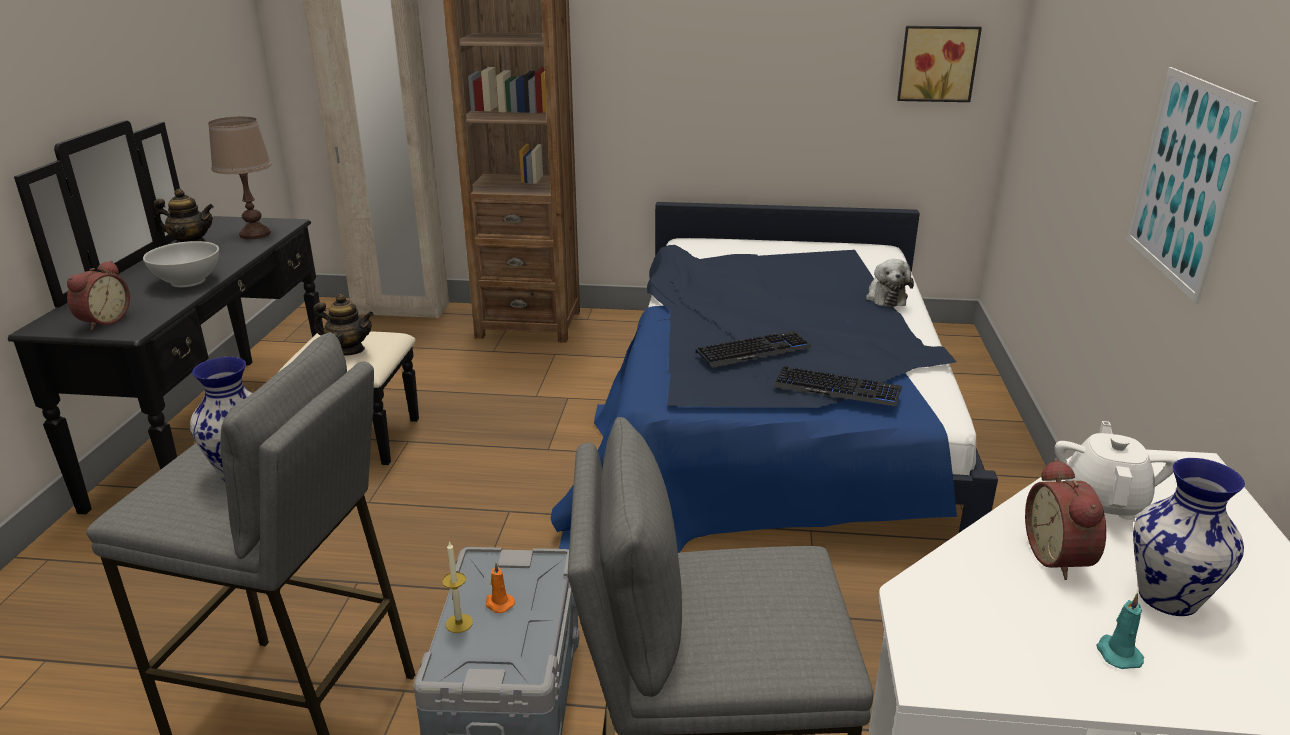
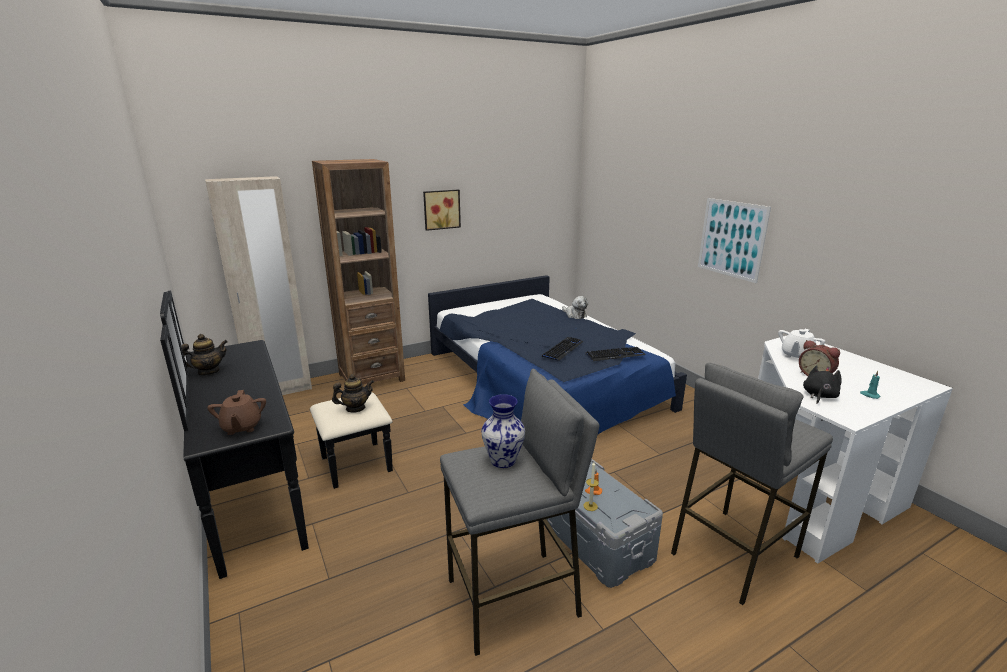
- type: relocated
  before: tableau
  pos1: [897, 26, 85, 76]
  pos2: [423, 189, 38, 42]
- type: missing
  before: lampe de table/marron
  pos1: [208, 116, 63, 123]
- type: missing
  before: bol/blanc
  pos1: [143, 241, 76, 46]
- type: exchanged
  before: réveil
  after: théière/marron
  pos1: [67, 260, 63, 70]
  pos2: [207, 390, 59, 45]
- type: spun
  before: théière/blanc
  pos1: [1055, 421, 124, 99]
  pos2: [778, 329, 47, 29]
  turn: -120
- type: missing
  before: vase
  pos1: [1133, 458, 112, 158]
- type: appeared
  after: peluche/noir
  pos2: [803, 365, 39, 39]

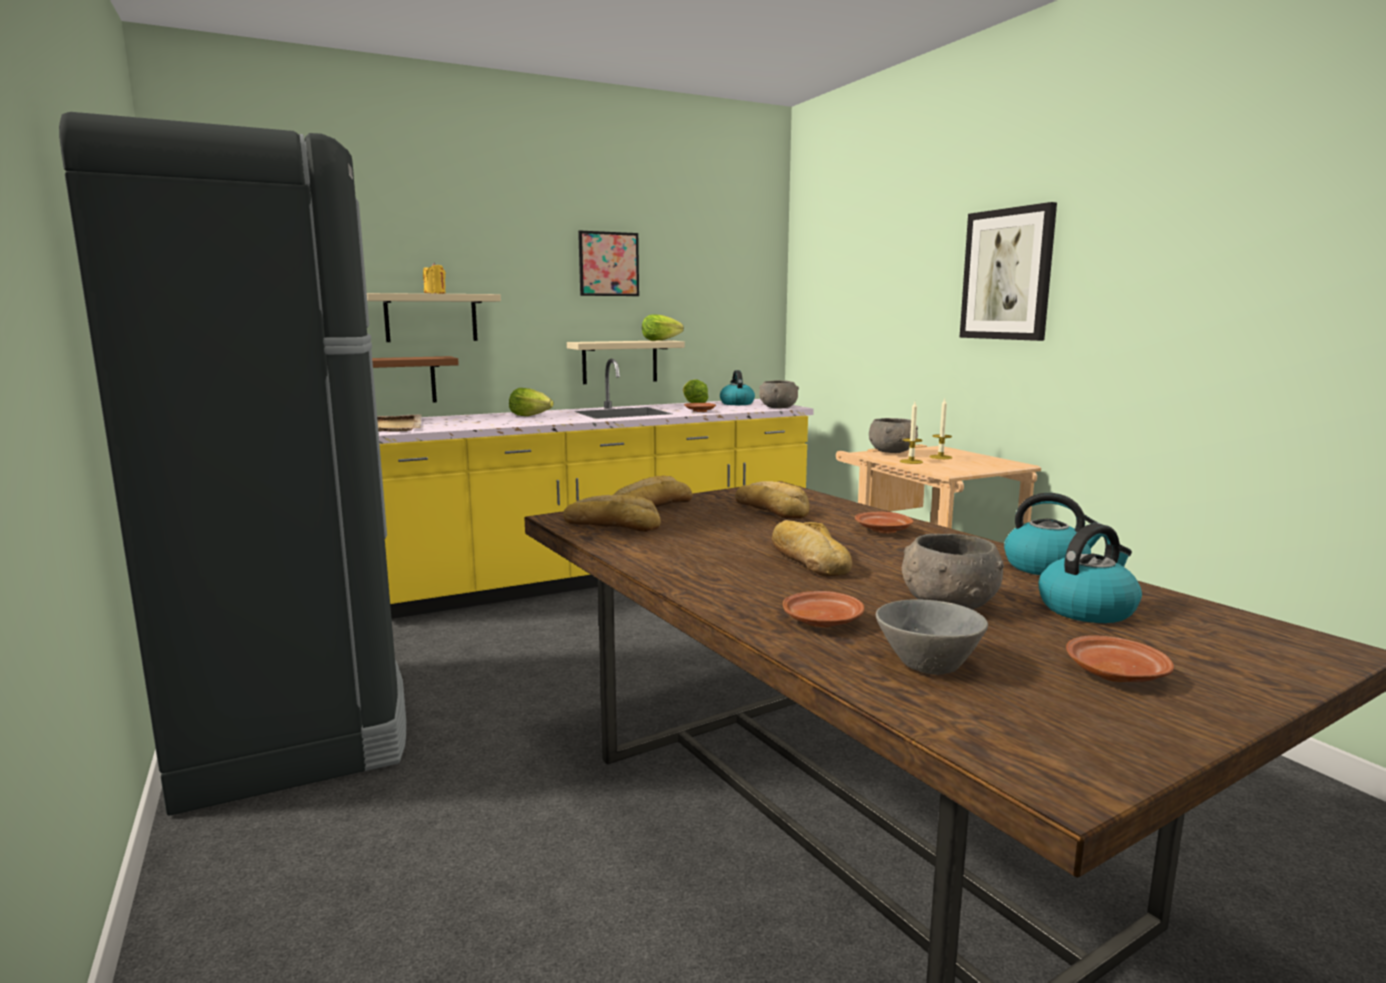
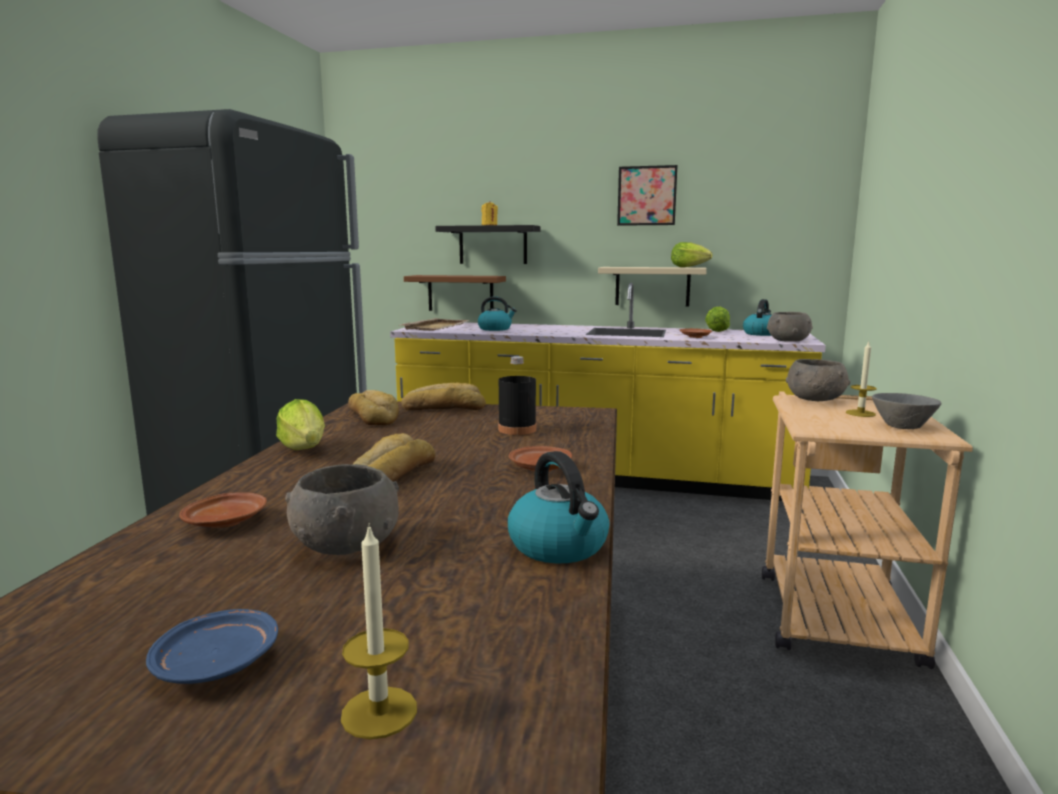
- type: missing
  before: tableau
  pos1: [959, 202, 98, 139]
- type: colour
  before: étagère/beige
  after: étagère/noir
  pos1: [367, 293, 134, 49]
  pos2: [435, 225, 105, 39]
- type: relocated
  before: laitue
  pos1: [509, 388, 45, 28]
  pos2: [276, 399, 49, 51]
- type: relocated
  before: bougie
  pos1: [900, 402, 23, 62]
  pos2: [341, 523, 76, 216]
- type: exchanged
  before: pain
  after: bouteille/noir
  pos1: [735, 481, 75, 38]
  pos2: [498, 356, 39, 79]
- type: relocated
  before: bouilloire
  pos1: [1039, 523, 103, 100]
  pos2: [478, 296, 39, 35]
- type: relocated
  before: bol/gris
  pos1: [876, 599, 112, 76]
  pos2: [872, 393, 70, 36]
- type: colour
  before: assiette/marron
  after: assiette/bleu
  pos1: [1066, 635, 108, 47]
  pos2: [146, 609, 132, 75]

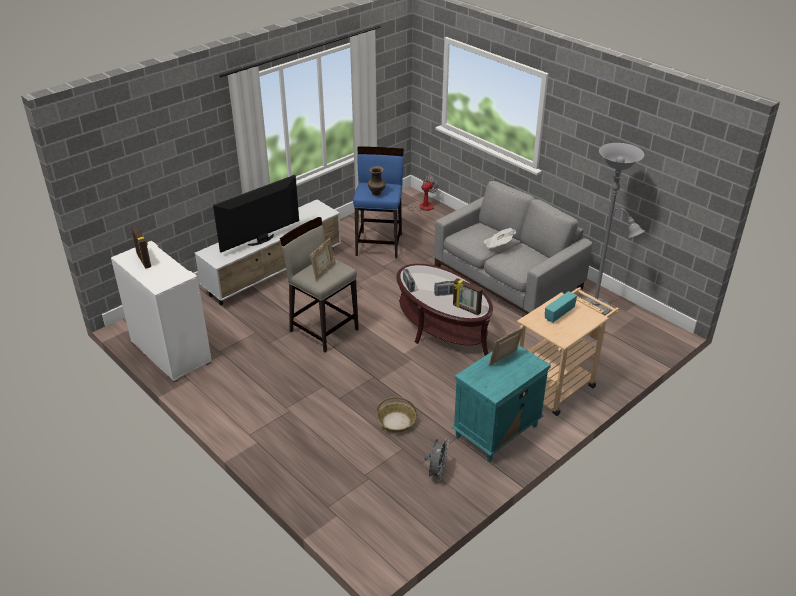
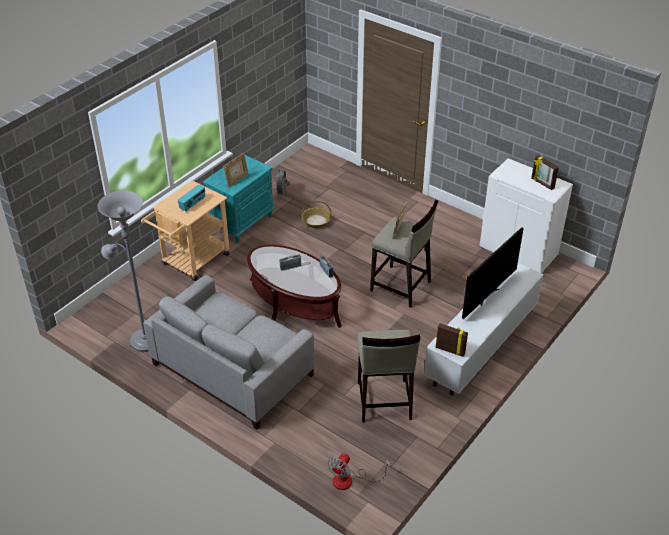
- type: colour
  before: tabouret/bleu
  after: tabouret/beige
  pos1: [353, 147, 51, 111]
  pos2: [357, 330, 63, 93]
- type: missing
  before: vase/marron
  pos1: [368, 166, 18, 30]
- type: missing
  before: journal
  pos1: [484, 228, 32, 21]
- type: relocated
  before: cadre photo
  pos1: [453, 278, 30, 37]
  pos2: [436, 323, 32, 34]

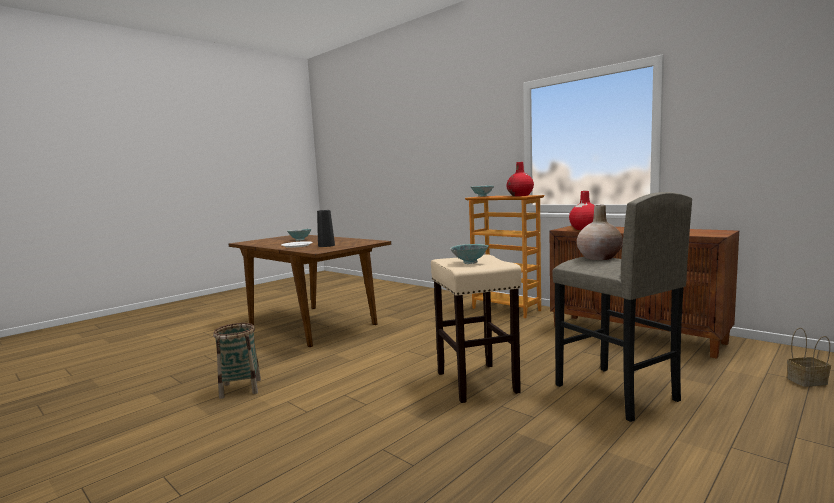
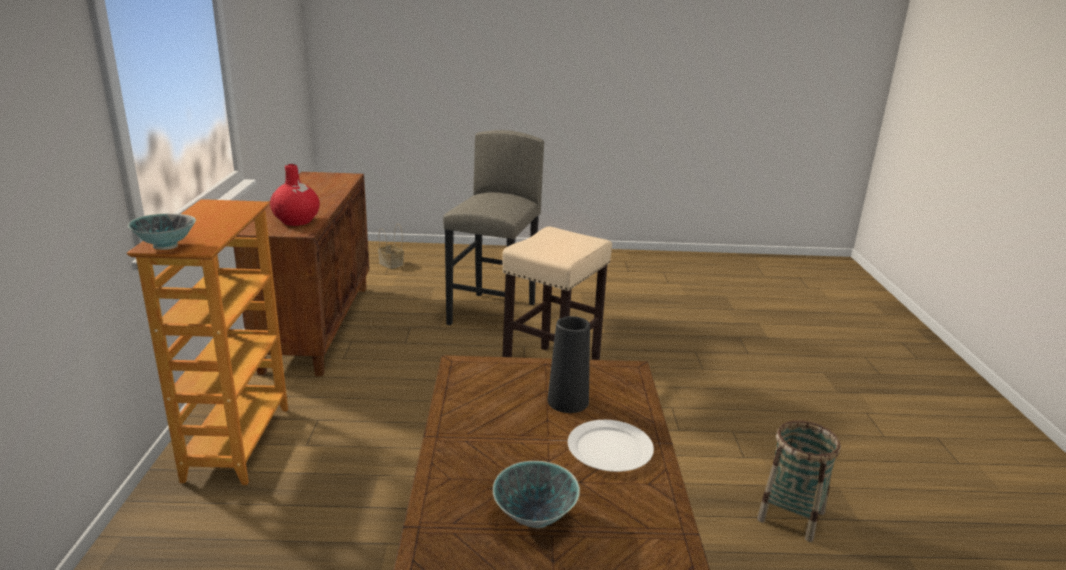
- type: missing
  before: vase/rouge
  pos1: [506, 162, 28, 34]
- type: missing
  before: vase/beige
  pos1: [577, 205, 46, 55]
- type: missing
  before: bol
  pos1: [450, 244, 39, 20]

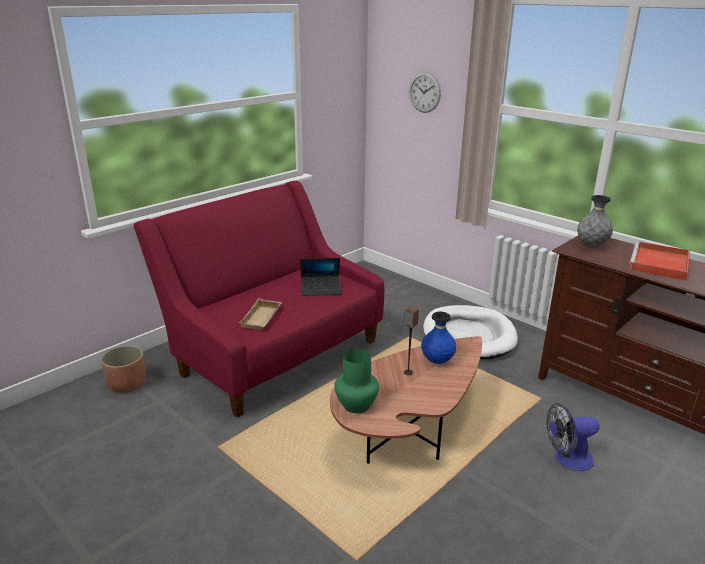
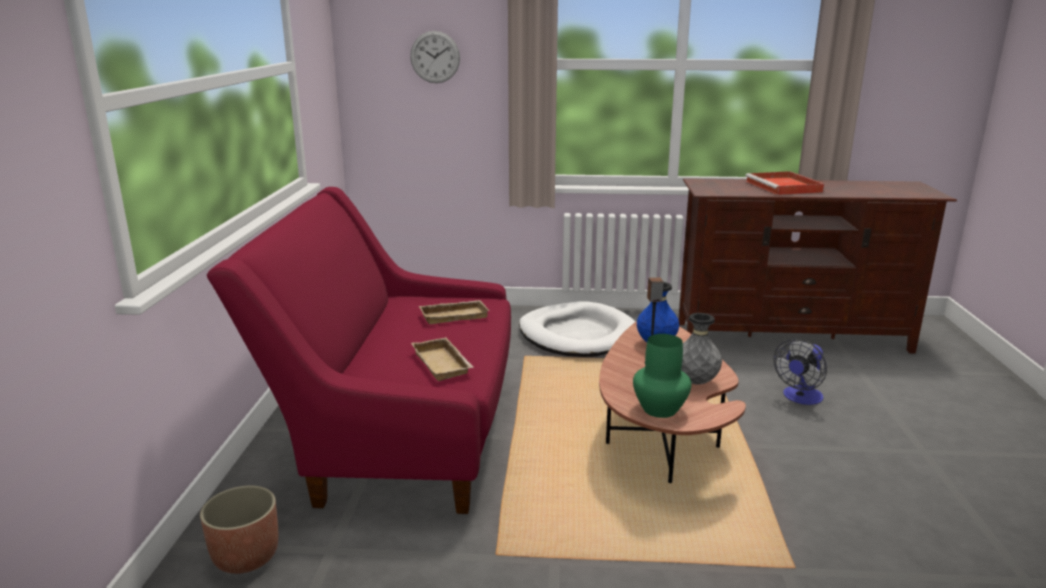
- type: relocated
  before: vase/gris
  pos1: [577, 195, 36, 52]
  pos2: [681, 313, 41, 72]
- type: exchanged
  before: ordinateur portable
  after: plateau/beige
  pos1: [301, 258, 40, 38]
  pos2: [419, 300, 71, 24]

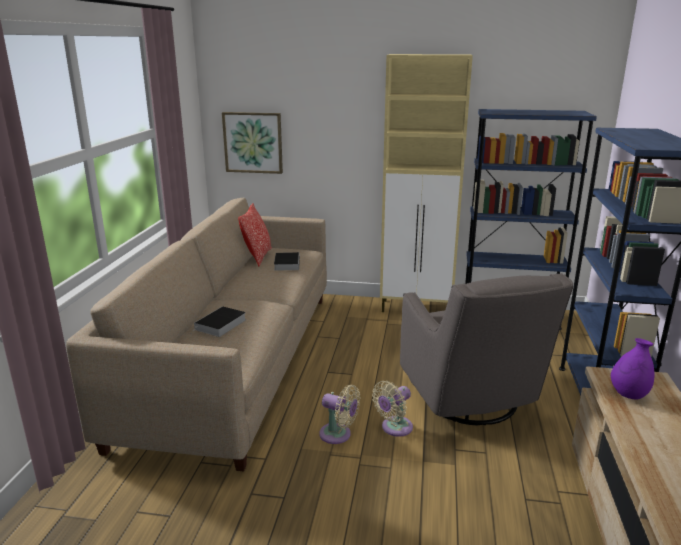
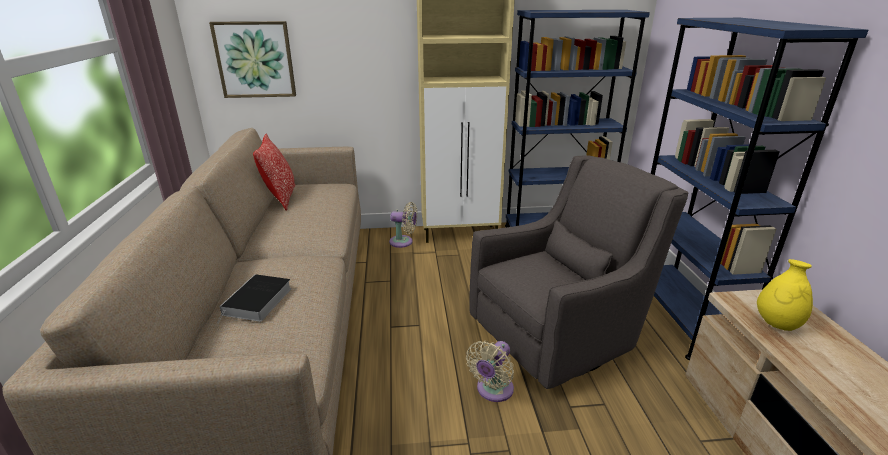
- type: missing
  before: livre
  pos1: [274, 252, 26, 19]
- type: spun
  before: fauteuil/gris
  pos1: [400, 273, 173, 152]
  pos2: [469, 156, 219, 233]
  turn: -90
- type: colour
  before: vase/violet
  after: vase/jaune
  pos1: [611, 338, 43, 62]
  pos2: [757, 259, 56, 72]
- type: relocated
  before: ventilateur/beige
  pos1: [319, 385, 41, 59]
  pos2: [389, 202, 28, 46]

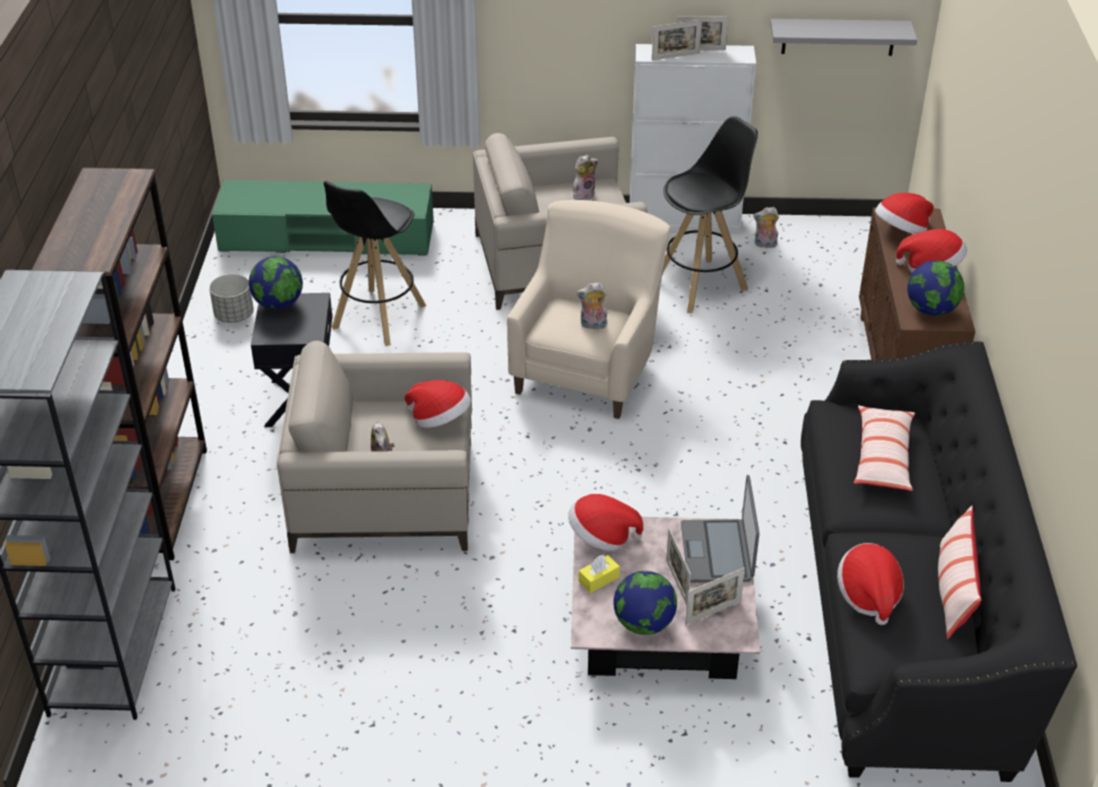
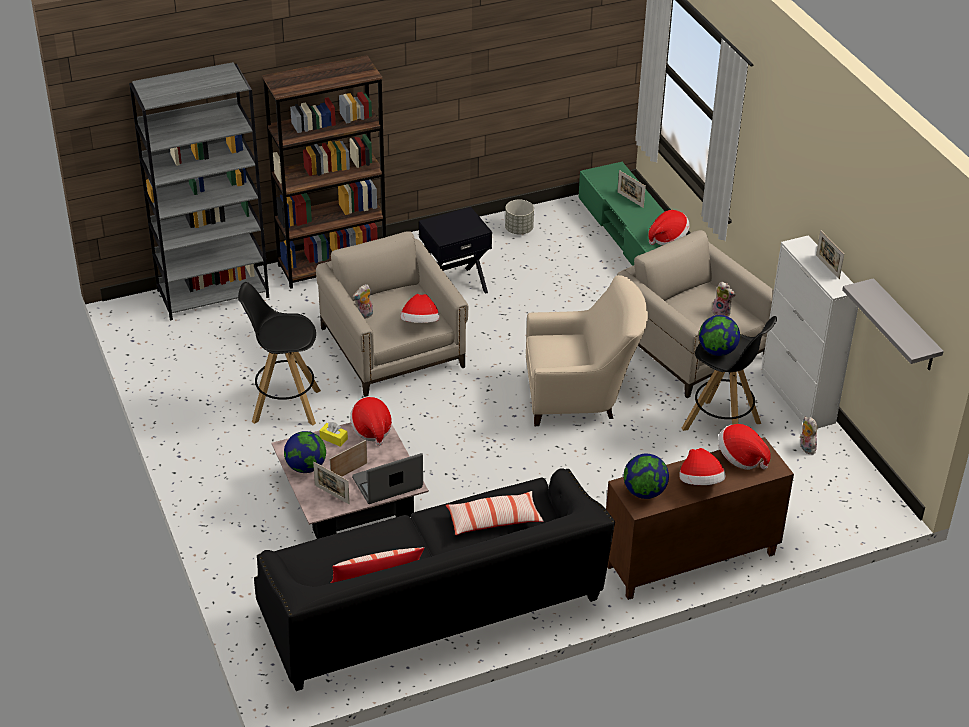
- type: relocated
  before: cadre photo
  pos1: [652, 20, 50, 41]
  pos2: [617, 170, 29, 38]
- type: relocated
  before: tabouret/noir
  pos1: [324, 181, 102, 165]
  pos2: [238, 282, 83, 144]
- type: relocated
  before: globe
  pos1: [249, 256, 54, 54]
  pos2: [699, 315, 41, 41]
- type: missing
  before: peluche
  pos1: [576, 283, 31, 46]
- type: relocated
  before: chapeau
  pos1: [837, 543, 67, 82]
  pos2: [648, 210, 42, 35]

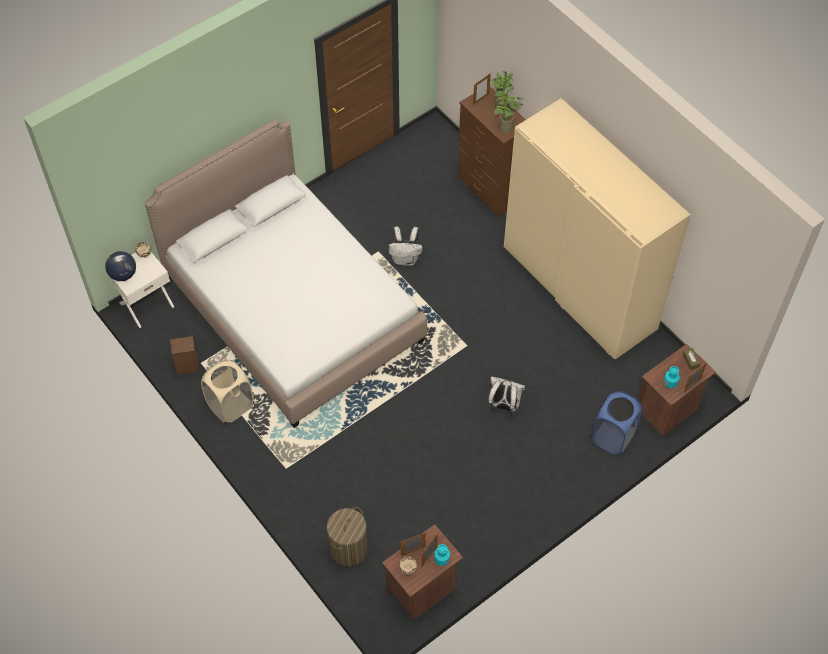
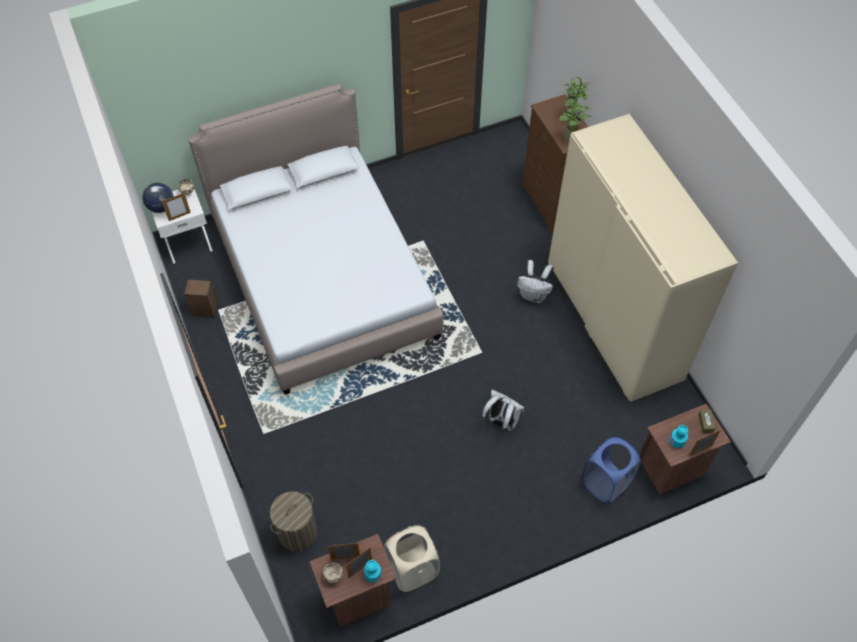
- type: relocated
  before: cadre photo
  pos1: [473, 73, 18, 32]
  pos2: [162, 193, 29, 28]
- type: relocated
  before: sac à dos/blanc
  pos1: [389, 226, 34, 40]
  pos2: [517, 260, 37, 43]
- type: relocated
  before: panier à linge/beige
  pos1: [201, 360, 53, 63]
  pos2: [384, 525, 56, 67]

